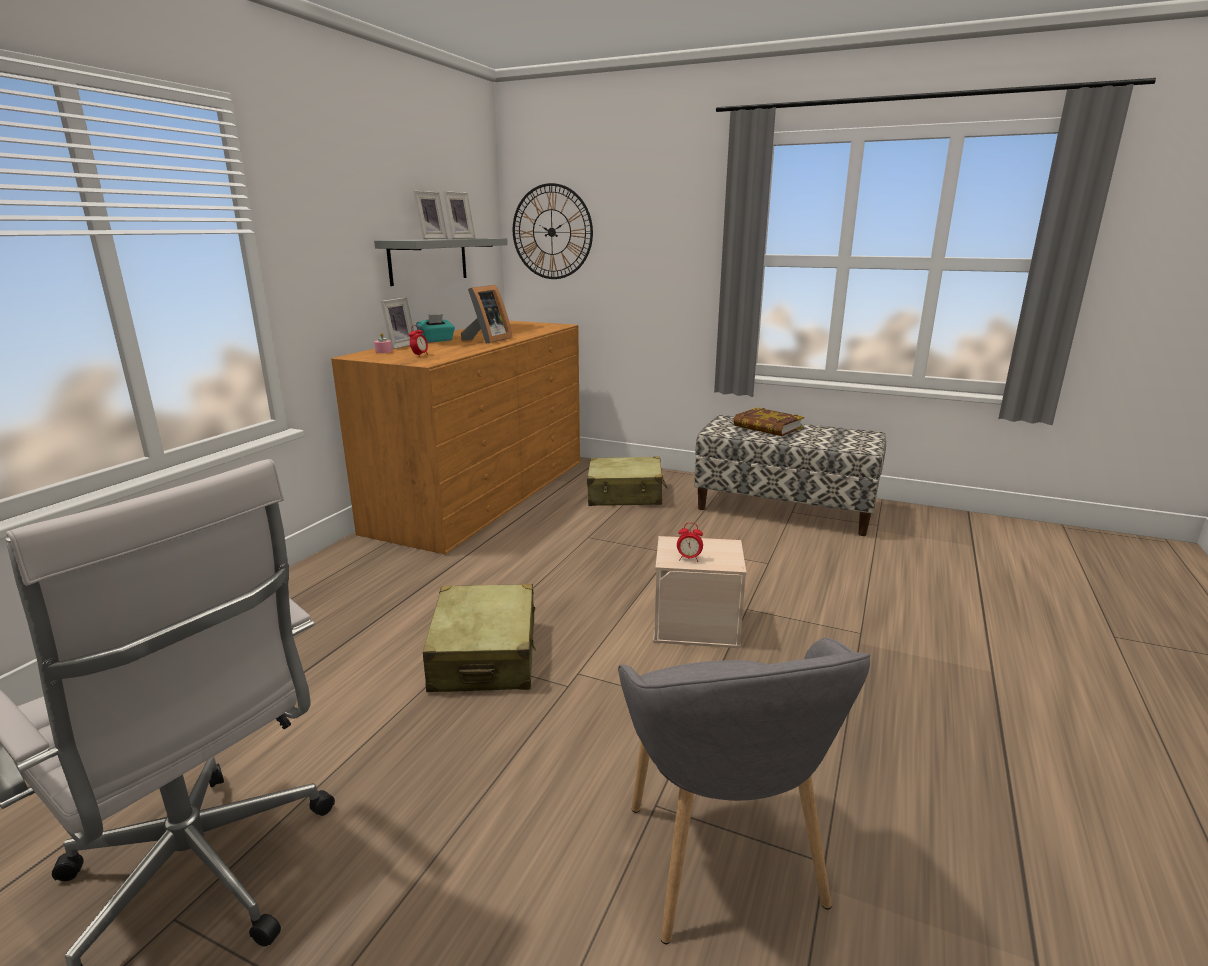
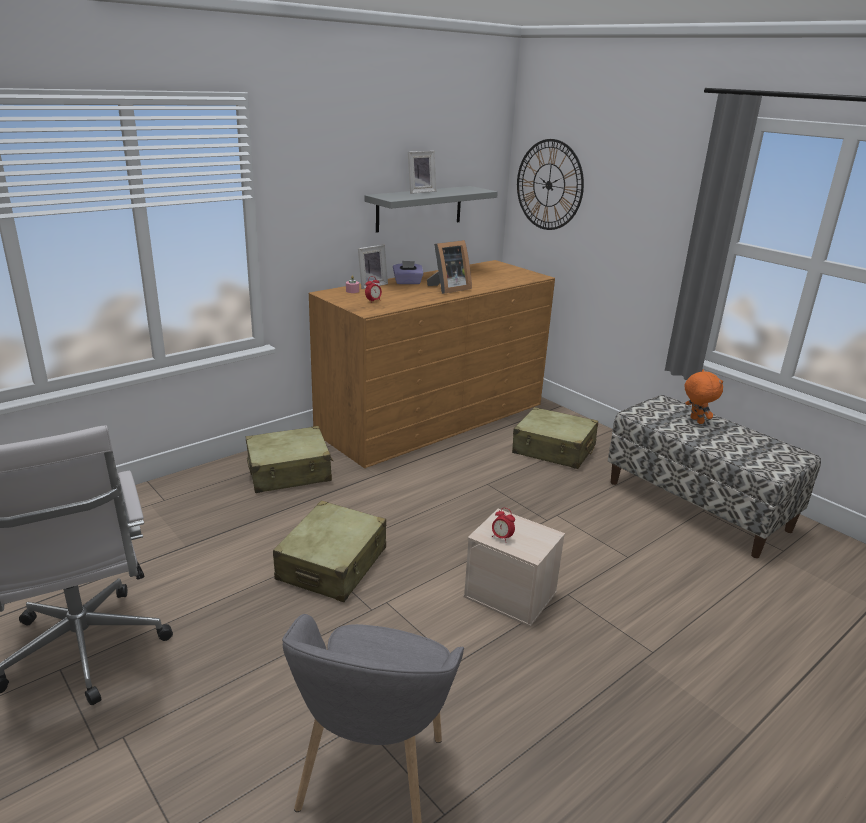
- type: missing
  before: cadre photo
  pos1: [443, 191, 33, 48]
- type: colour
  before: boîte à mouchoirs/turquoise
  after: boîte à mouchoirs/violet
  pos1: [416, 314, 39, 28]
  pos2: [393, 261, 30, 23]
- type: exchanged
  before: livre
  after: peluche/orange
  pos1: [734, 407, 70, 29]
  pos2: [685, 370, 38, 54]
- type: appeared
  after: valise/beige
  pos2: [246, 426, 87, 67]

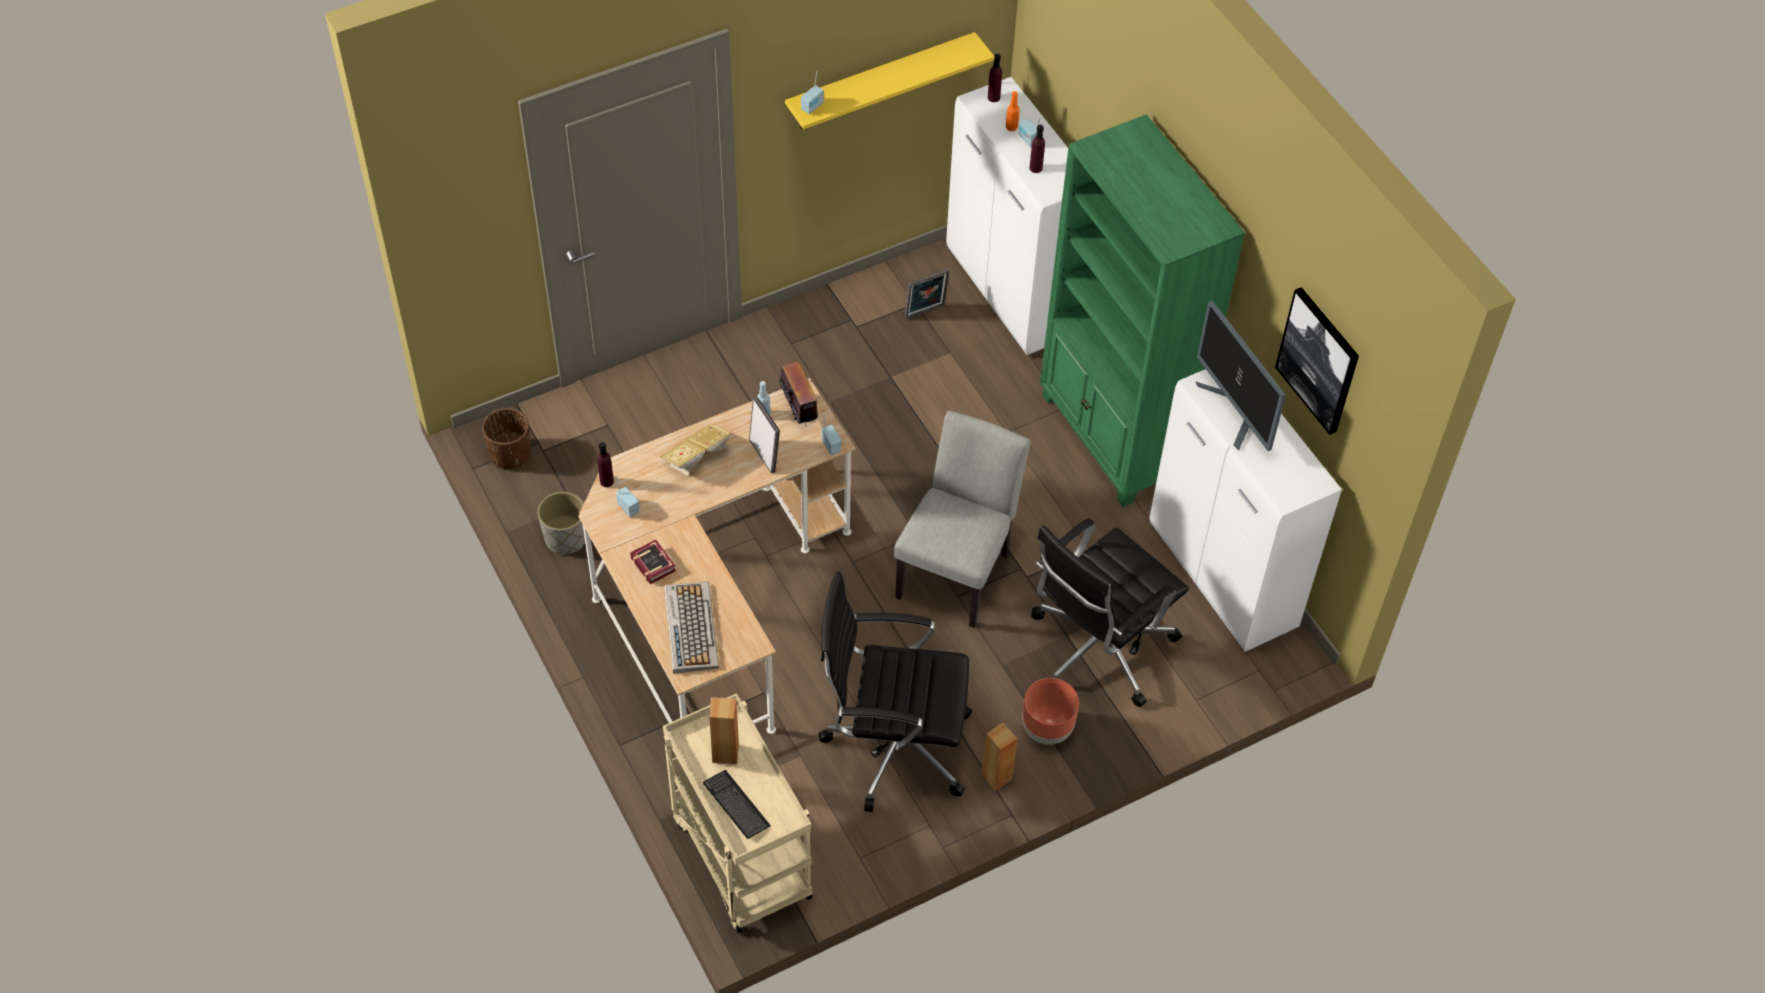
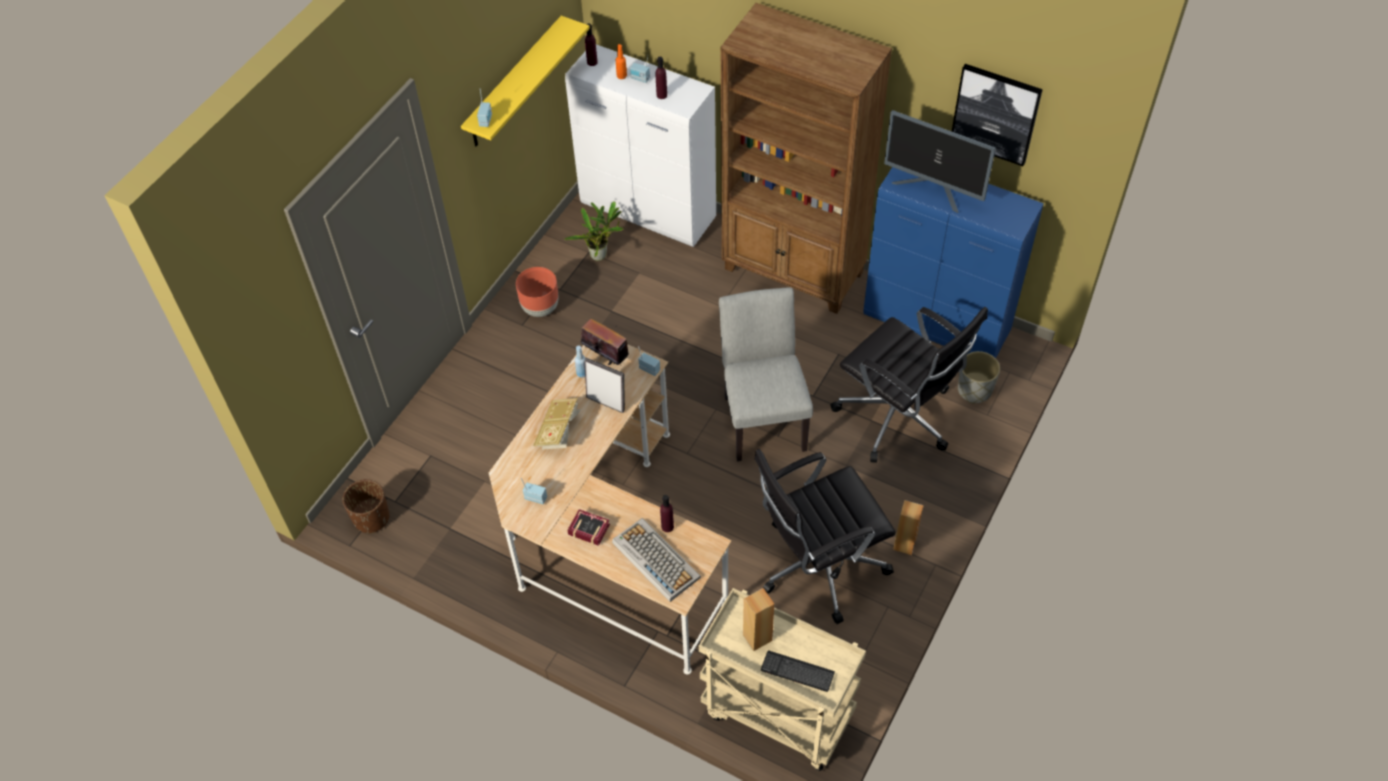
- type: colour
  before: bibliothèque/vert
  after: bibliothèque/marron
  pos1: [1040, 114, 205, 393]
  pos2: [721, 3, 171, 311]
- type: exchanged
  before: cadre photo
  after: plante en pot
  pos1: [905, 269, 44, 50]
  pos2: [564, 201, 59, 60]
- type: colour
  before: meuble de rangement/blanc
  after: meuble de rangement/bleu
  pos1: [1149, 369, 193, 283]
  pos2: [863, 167, 181, 191]
- type: relocated
  before: bouteille/violet
  pos1: [597, 442, 17, 45]
  pos2: [660, 495, 14, 37]
- type: relocated
  before: cache-pot/gris
  pos1: [538, 492, 47, 62]
  pos2: [958, 351, 42, 53]
- type: spun
  before: chaise de bureau/noir
  pos1: [1031, 518, 158, 189]
  pos2: [830, 307, 158, 156]
  turn: -60
- type: relocated
  before: cache-pot/marron
  pos1: [1022, 678, 57, 67]
  pos2: [516, 267, 43, 50]

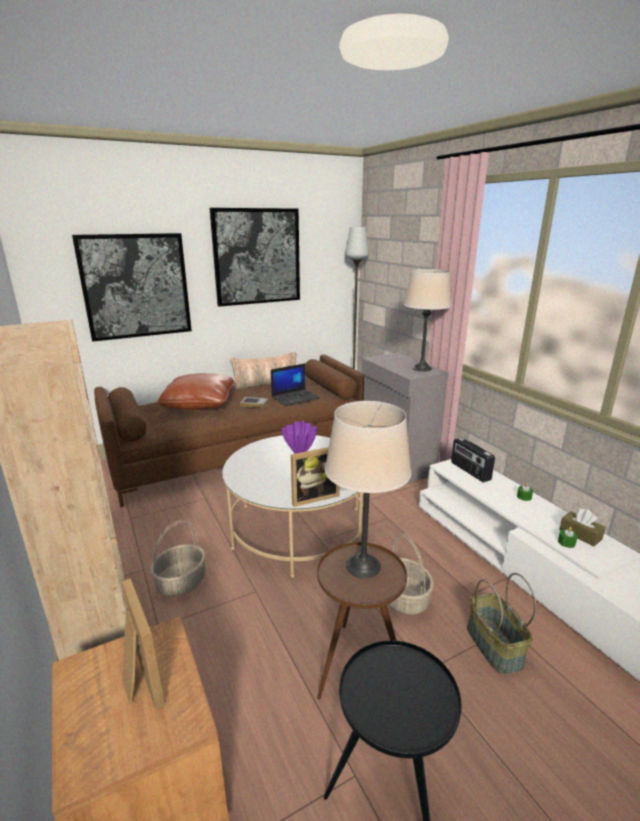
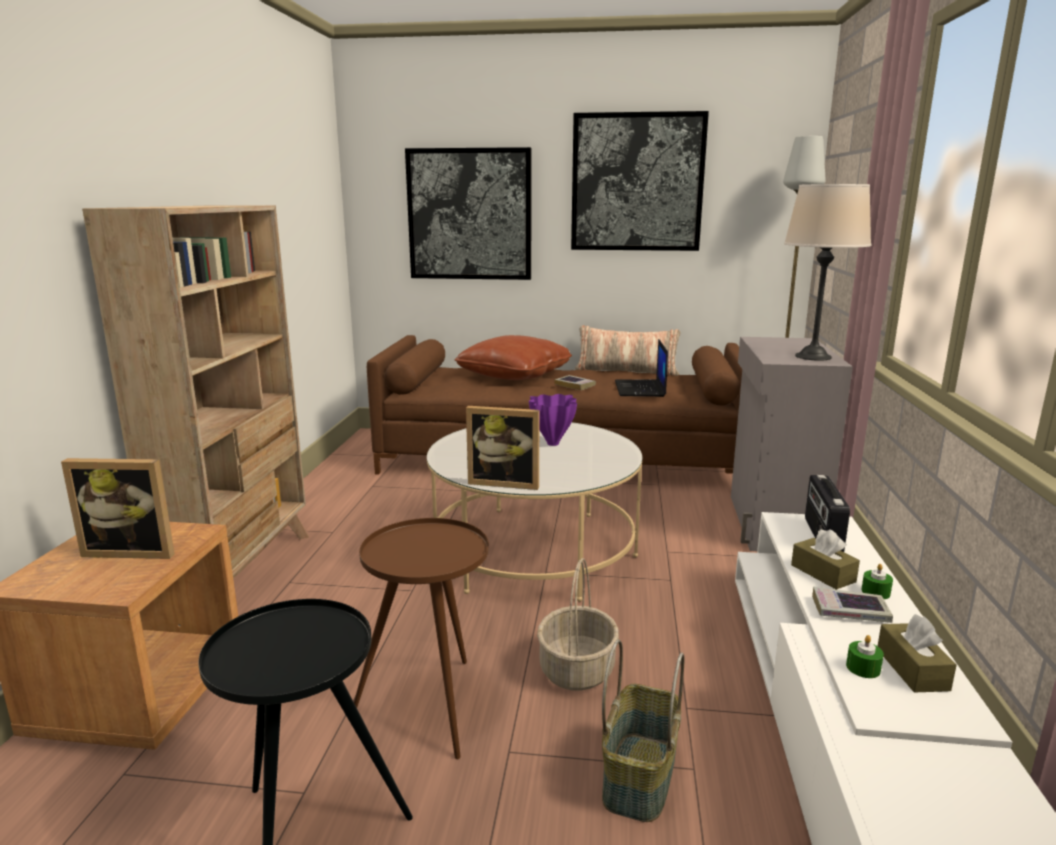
- type: spun
  before: ordinateur portable
  pos1: [271, 363, 49, 43]
  pos2: [615, 339, 53, 58]
  turn: 90
- type: missing
  before: lampe de table/beige
  pos1: [325, 401, 86, 177]
- type: missing
  before: panier
  pos1: [150, 520, 55, 77]
- type: spun
  before: cadre photo
  pos1: [122, 578, 43, 131]
  pos2: [61, 458, 114, 101]
  turn: 90
- type: appeared
  after: boîte à mouchoirs/marron
  pos2: [791, 529, 69, 61]
- type: appeared
  after: livre
  pos2: [812, 586, 81, 37]

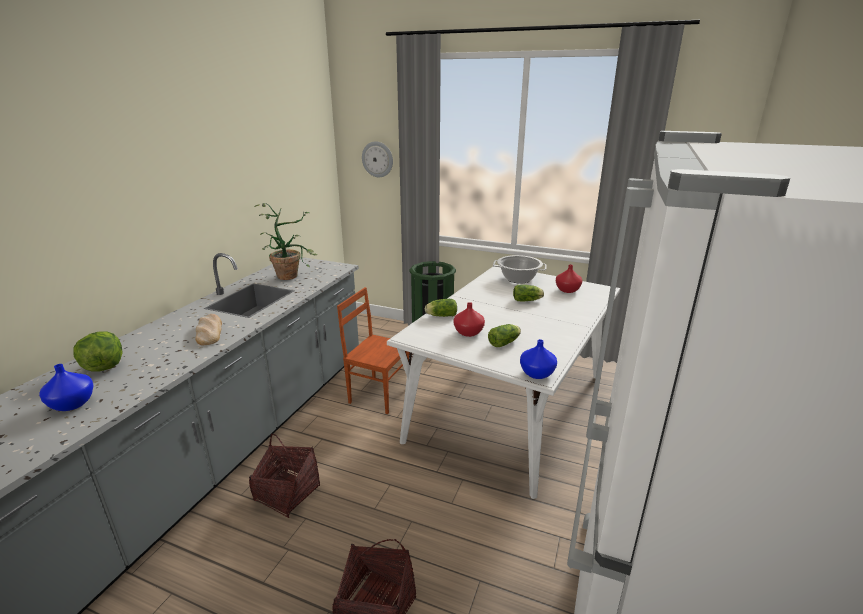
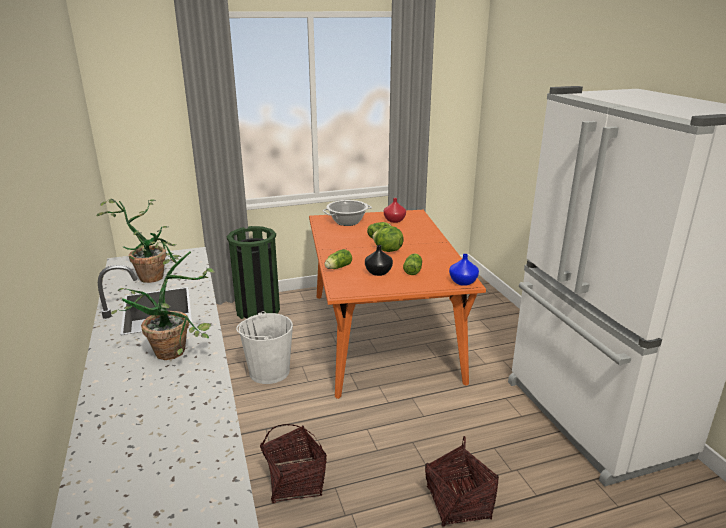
- type: missing
  before: horloge murale
  pos1: [362, 141, 31, 36]
- type: colour
  before: table à manger/blanc
  after: table à manger/orange
  pos1: [387, 265, 233, 234]
  pos2: [309, 210, 177, 189]
- type: exchanged
  before: chaise/marron
  after: seau/blanc
  pos1: [337, 287, 72, 127]
  pos2: [236, 311, 57, 73]
- type: colour
  before: vase/rouge
  after: vase/noir
  pos1: [453, 302, 32, 35]
  pos2: [365, 245, 28, 31]
- type: exchanged
  before: pain
  after: plante en pot
  pos1: [195, 314, 27, 32]
  pos2: [111, 242, 104, 118]
- type: relocated
  before: laitue
  pos1: [73, 331, 49, 41]
  pos2: [372, 226, 32, 26]
- type: missing
  before: vase/bleu
  pos1: [39, 364, 55, 47]

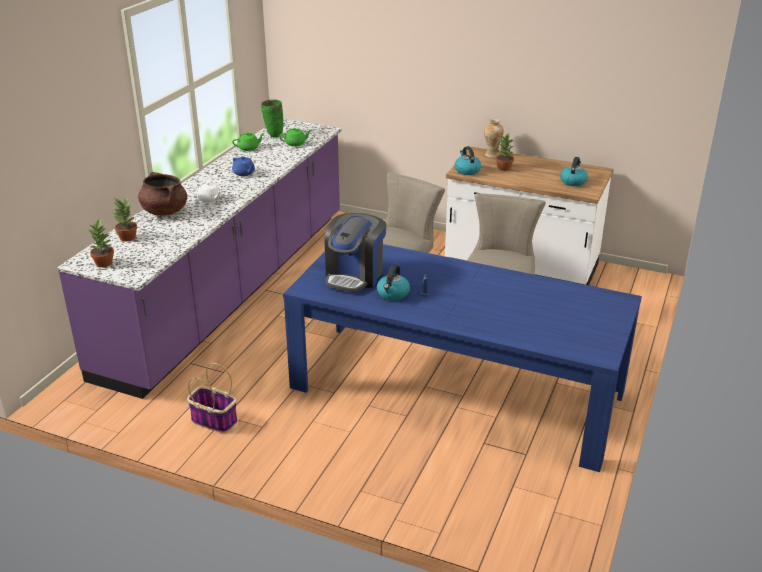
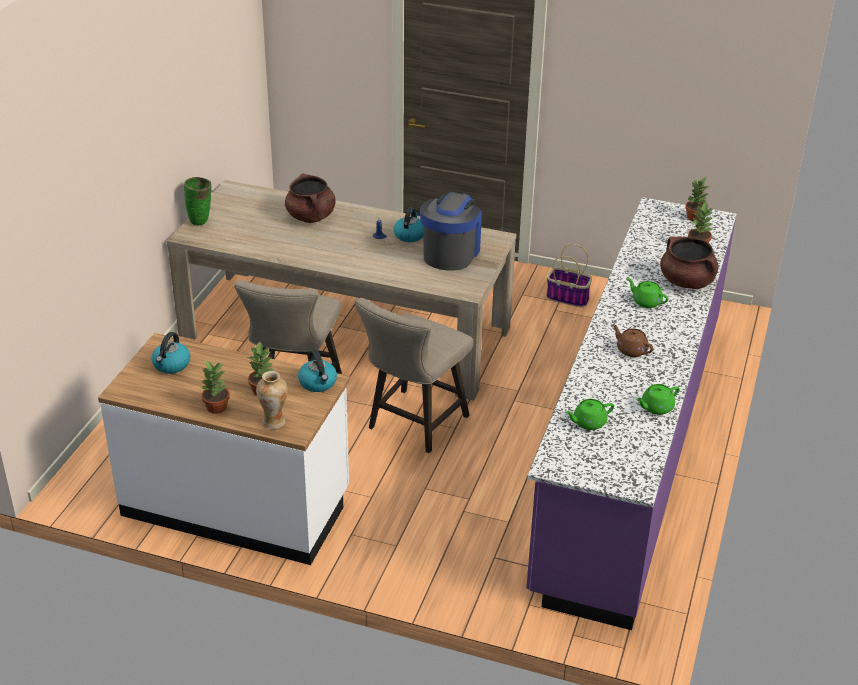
- type: relocated
  before: vase/vert
  pos1: [261, 99, 22, 39]
  pos2: [184, 177, 27, 48]
- type: colour
  before: théière/bleu
  after: théière/marron
  pos1: [232, 156, 23, 20]
  pos2: [612, 324, 42, 33]
- type: colour
  before: théière/blanc
  after: théière/vert
  pos1: [197, 182, 25, 21]
  pos2: [627, 278, 42, 30]
- type: colour
  before: table à manger/bleu
  after: table à manger/beige
  pos1: [283, 244, 359, 228]
  pos2: [167, 180, 349, 221]
- type: appeared
  after: marmite/marron
  pos2: [285, 174, 51, 49]
- type: appeared
  after: plante en pot
  pos2: [199, 361, 31, 53]

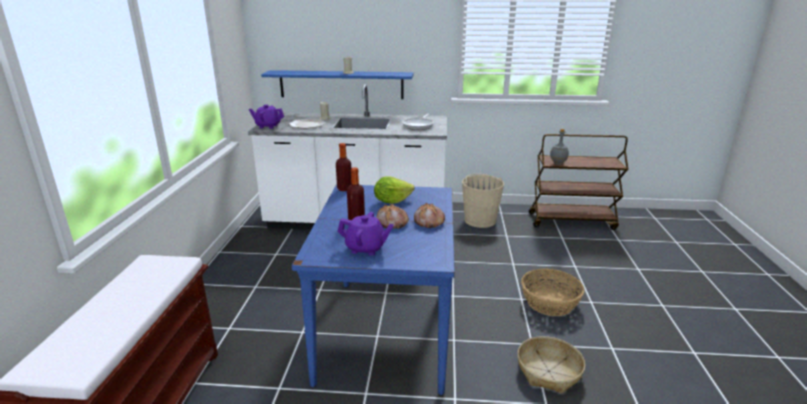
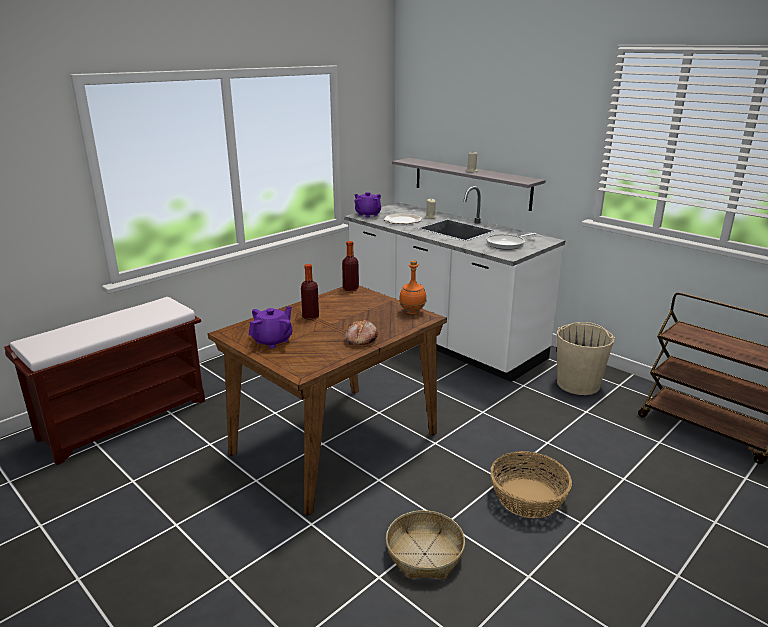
- type: colour
  before: étagère/bleu
  after: étagère/gris
  pos1: [261, 70, 153, 29]
  pos2: [392, 158, 154, 53]
- type: missing
  before: bouteille/gris
  pos1: [550, 129, 19, 36]
- type: missing
  before: laitue
  pos1: [374, 176, 40, 28]
- type: colour
  before: table à manger/bleu
  after: table à manger/marron
  pos1: [292, 184, 162, 211]
  pos2: [208, 285, 239, 231]
- type: missing
  before: pain
  pos1: [376, 204, 33, 25]
- type: spun
  before: théière/violet
  pos1: [337, 212, 57, 44]
  pos2: [249, 306, 44, 42]
  turn: -105
- type: appeared
  after: bouteille/orange
  pos2: [399, 261, 27, 53]

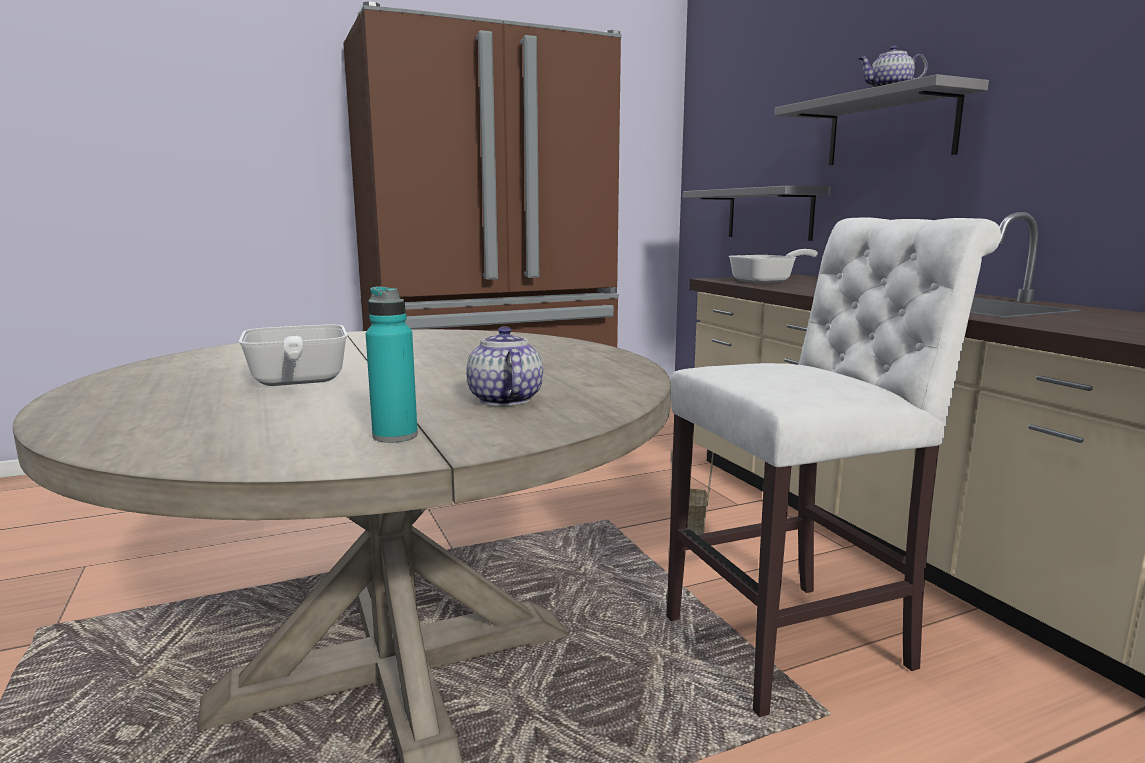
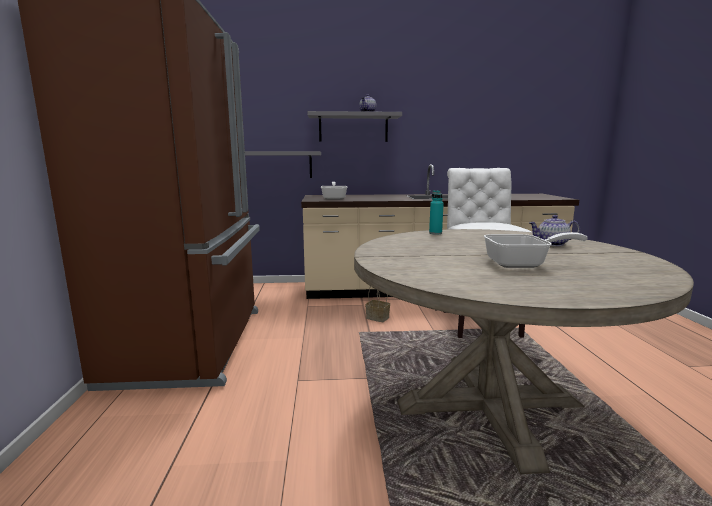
- type: relocated
  before: bouteille/turquoise
  pos1: [366, 286, 52, 157]
  pos2: [429, 190, 15, 45]

